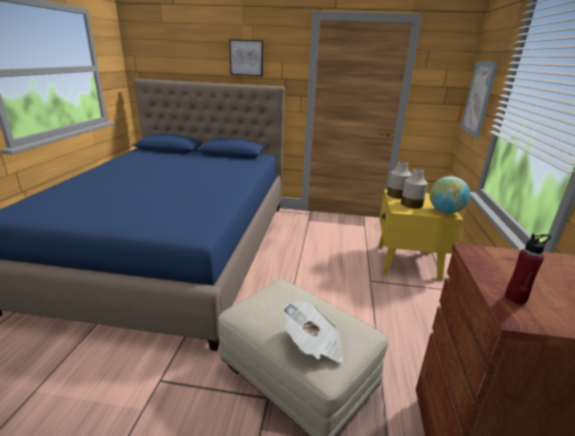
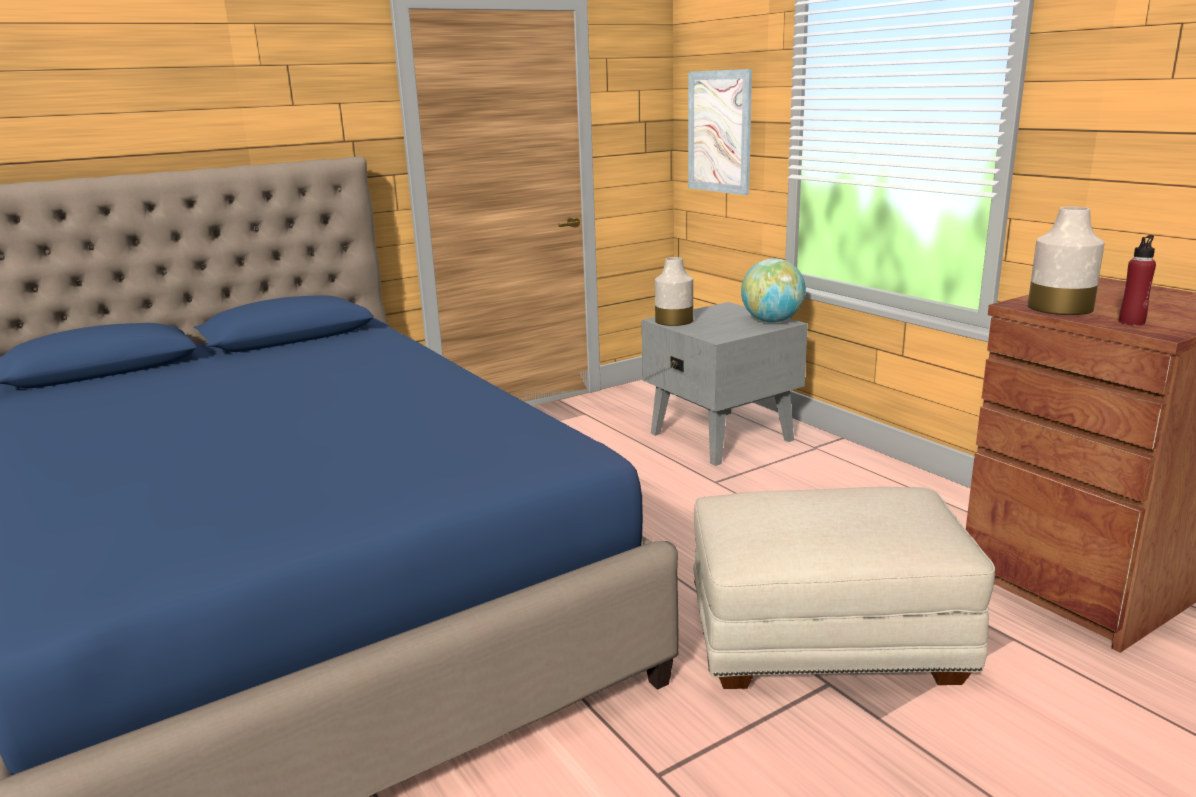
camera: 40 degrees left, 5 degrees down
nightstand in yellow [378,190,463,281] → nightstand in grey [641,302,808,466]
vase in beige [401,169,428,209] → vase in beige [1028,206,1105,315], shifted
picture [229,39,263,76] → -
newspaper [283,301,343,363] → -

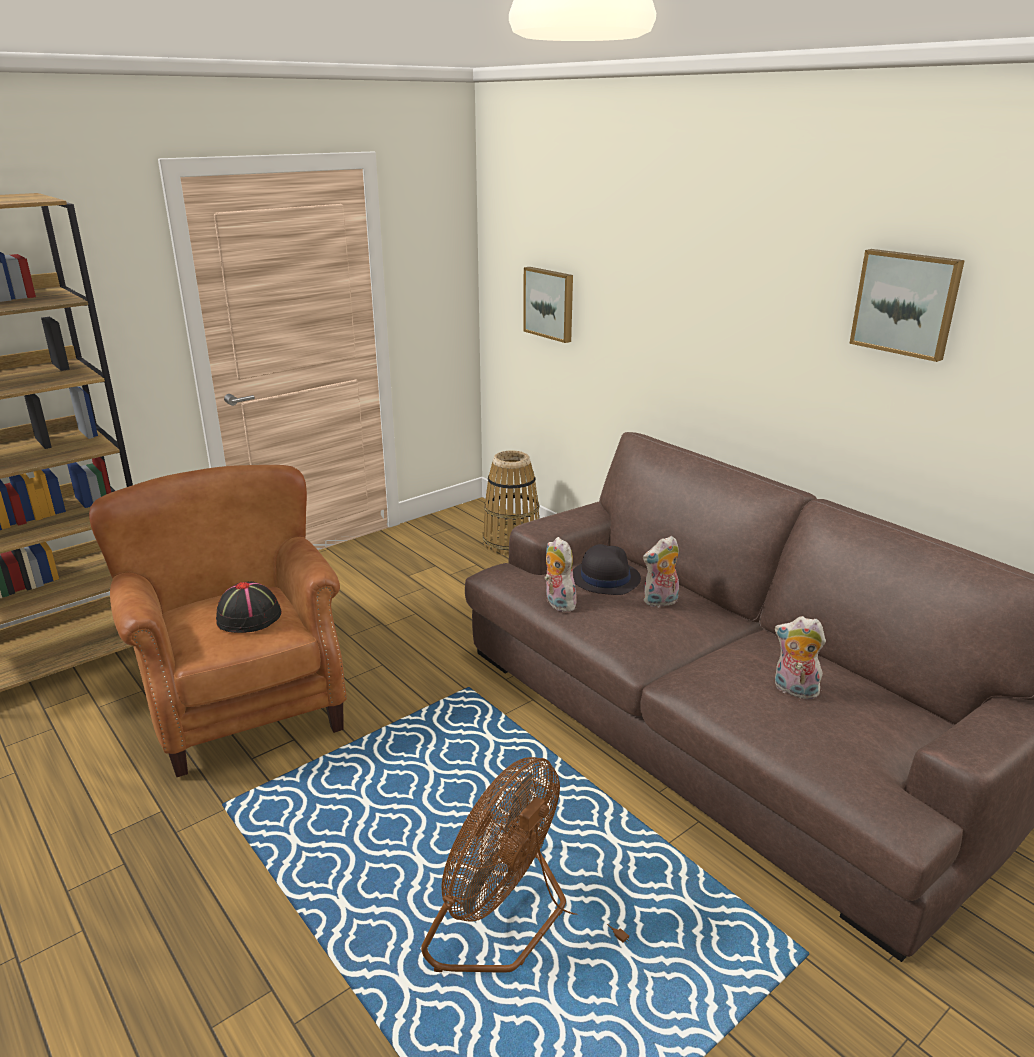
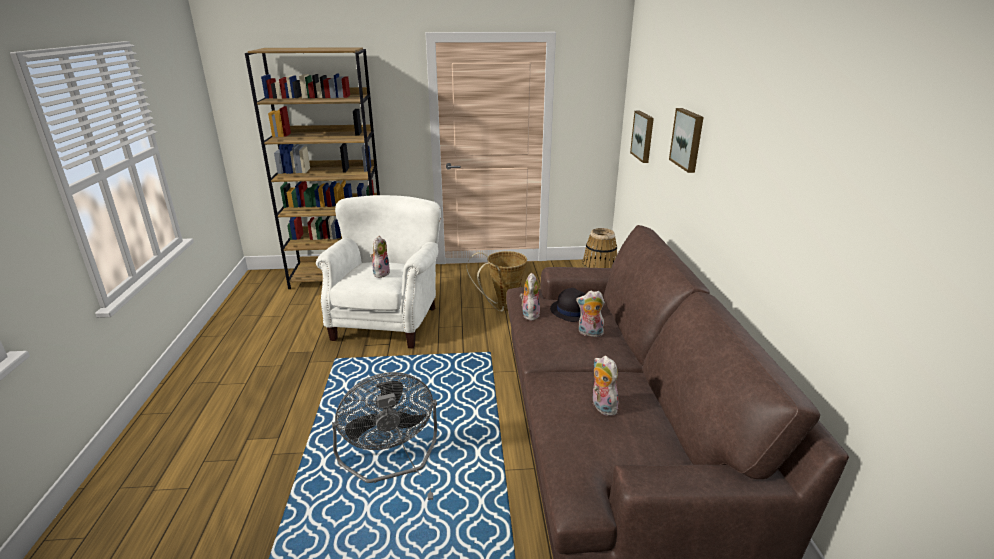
camera: 35 degrees right, 0 degrees up
armchair in brown [89,465,347,777] → armchair in white [316,195,441,348]
fan in brown [421,757,630,973] → fan in grey [332,372,437,502]
hat in black [216,581,281,633] → plush toy [370,236,390,278]
- → basket [466,251,527,311]
picture [849,249,965,362] → picture [669,108,703,173], shifted

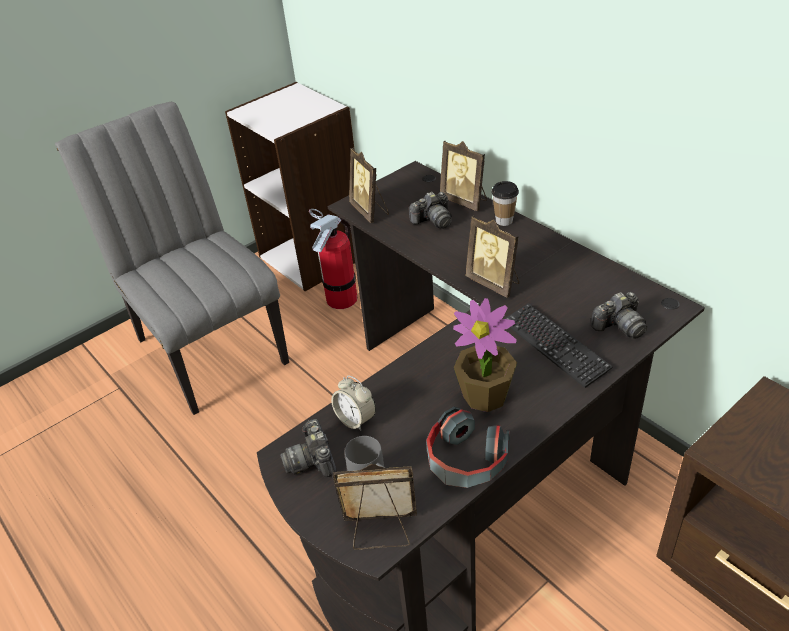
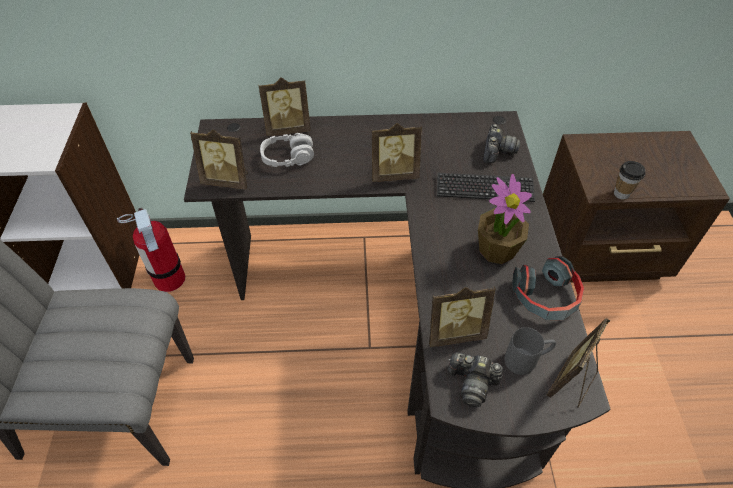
camera: 55 degrees left, 10 degrees up
photo camera [409,192,452,229] → headphones in grey [260,133,314,167]
alarm clock [331,375,376,431] → picture frame [429,286,496,347]
cup [491,181,519,226] → cup [614,161,646,200], shifted

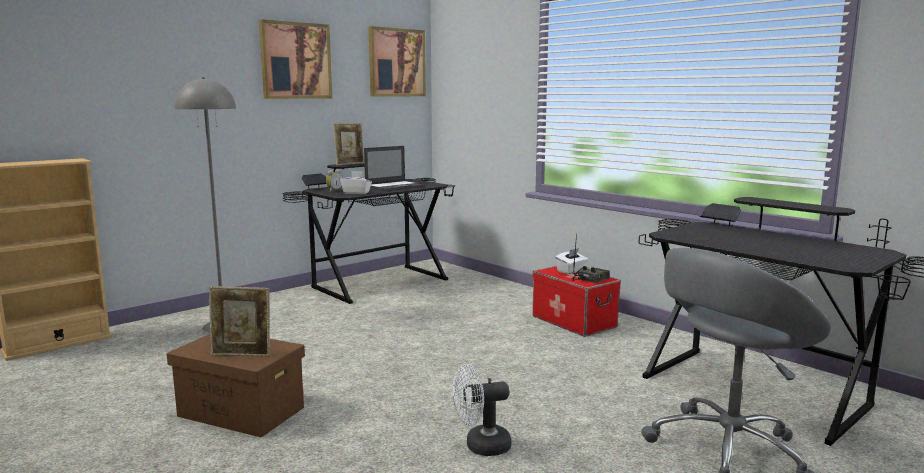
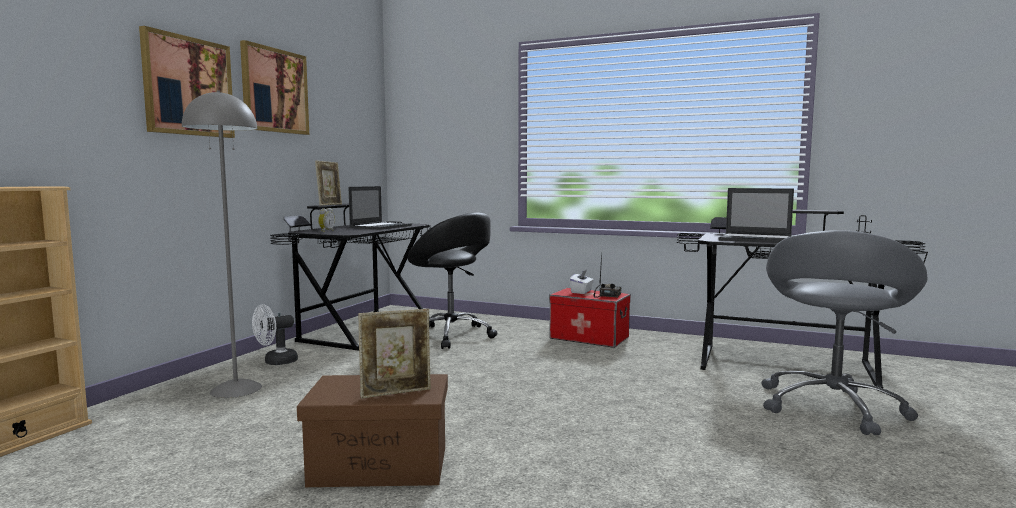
camera: 25 degrees left, 5 degrees down
picture [368,26,426,96] → picture [139,26,235,138], shifted
fan in white [452,364,511,456] → fan in white [252,304,298,365], shifted
- → office chair in black [408,212,498,349]
- → laptop [719,188,794,243]
tissue box in white [340,171,372,194] → -

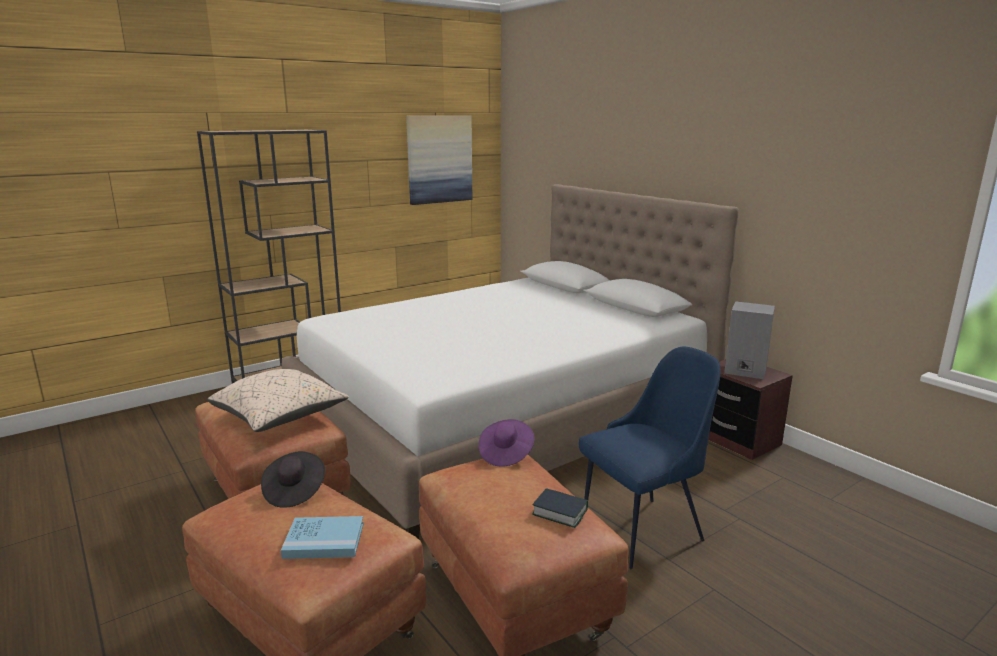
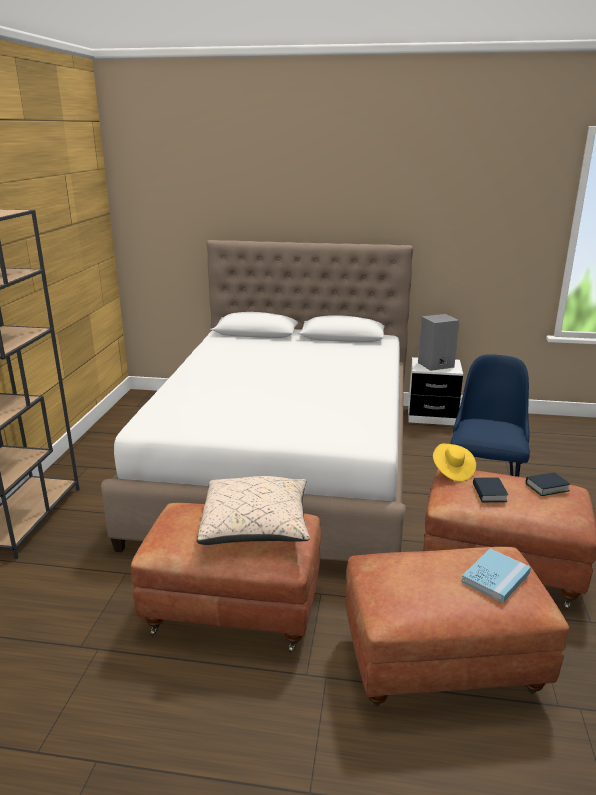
camera: 45 degrees left, 5 degrees up
nightstand in brown [708,359,793,460] → nightstand in white [408,357,463,425]
hat in purple [479,419,535,467] → hat in yellow [433,444,476,482]
- → book [473,477,508,502]
hat in black [261,451,325,508] → -
picture [406,115,472,205] → -

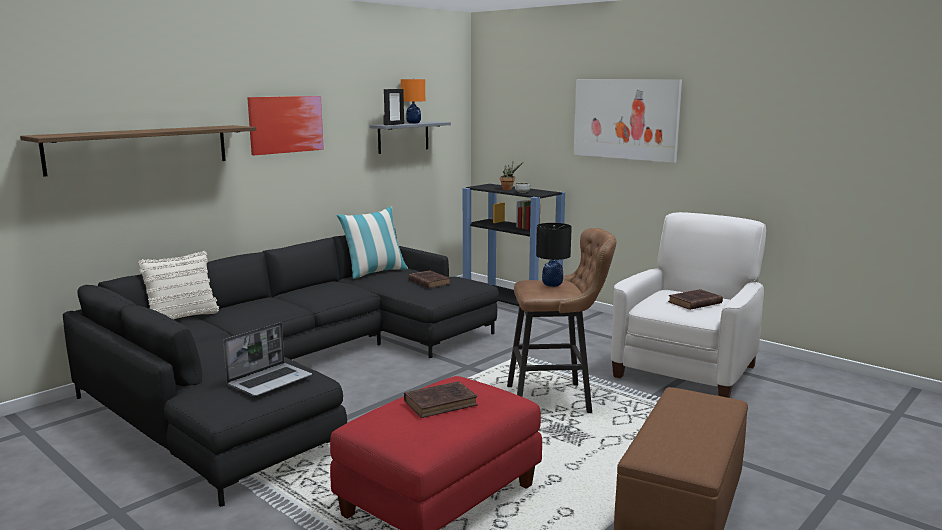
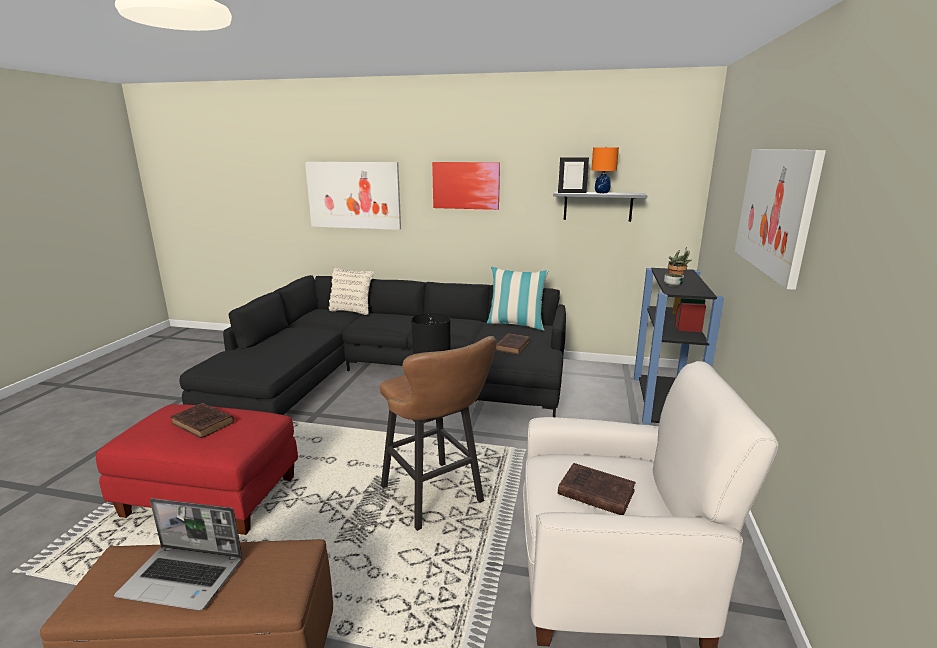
camera: 60 degrees right, 5 degrees up
laptop [223,322,312,396] → laptop [114,498,242,611], shifted
shelf [20,125,256,177] → picture [305,162,401,230]

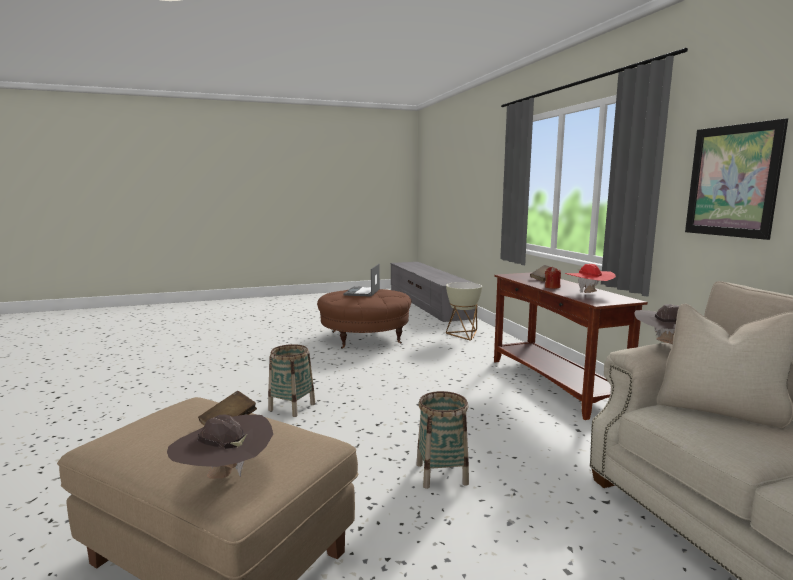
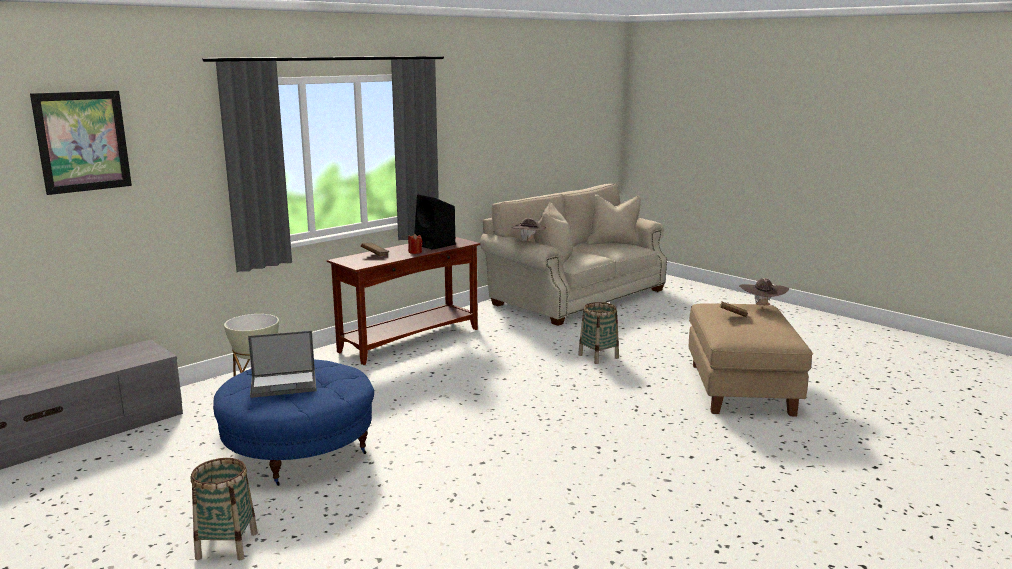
camera: 115 degrees left, 5 degrees up
picture [685,118,788,240] → picture [30,90,132,195], shifted
basket [268,344,315,417] → basket [191,458,258,560], shifted
ottoman in brown [317,289,412,349] → ottoman in blue [213,360,374,486]
hat in red [565,264,616,293] → speaker in black [414,195,455,250]

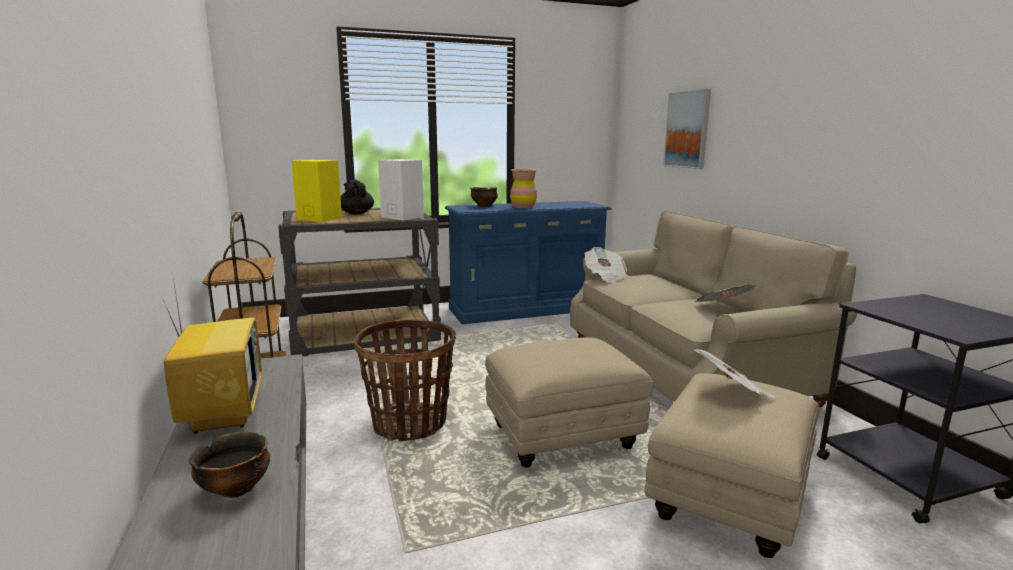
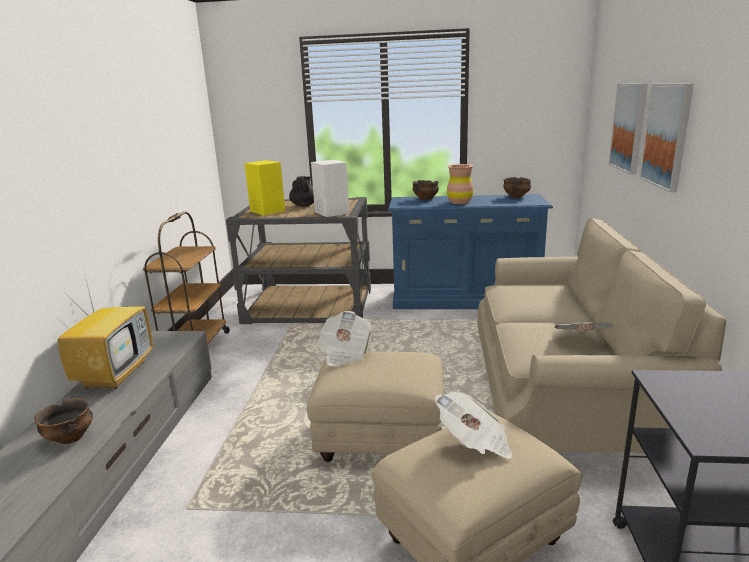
camera: 25 degrees right, 5 degrees up
newspaper [585,247,628,282] → newspaper [318,311,373,366], shifted
- → bowl [503,177,531,198]
- → picture [639,84,694,192]
basket [354,320,456,441] → -

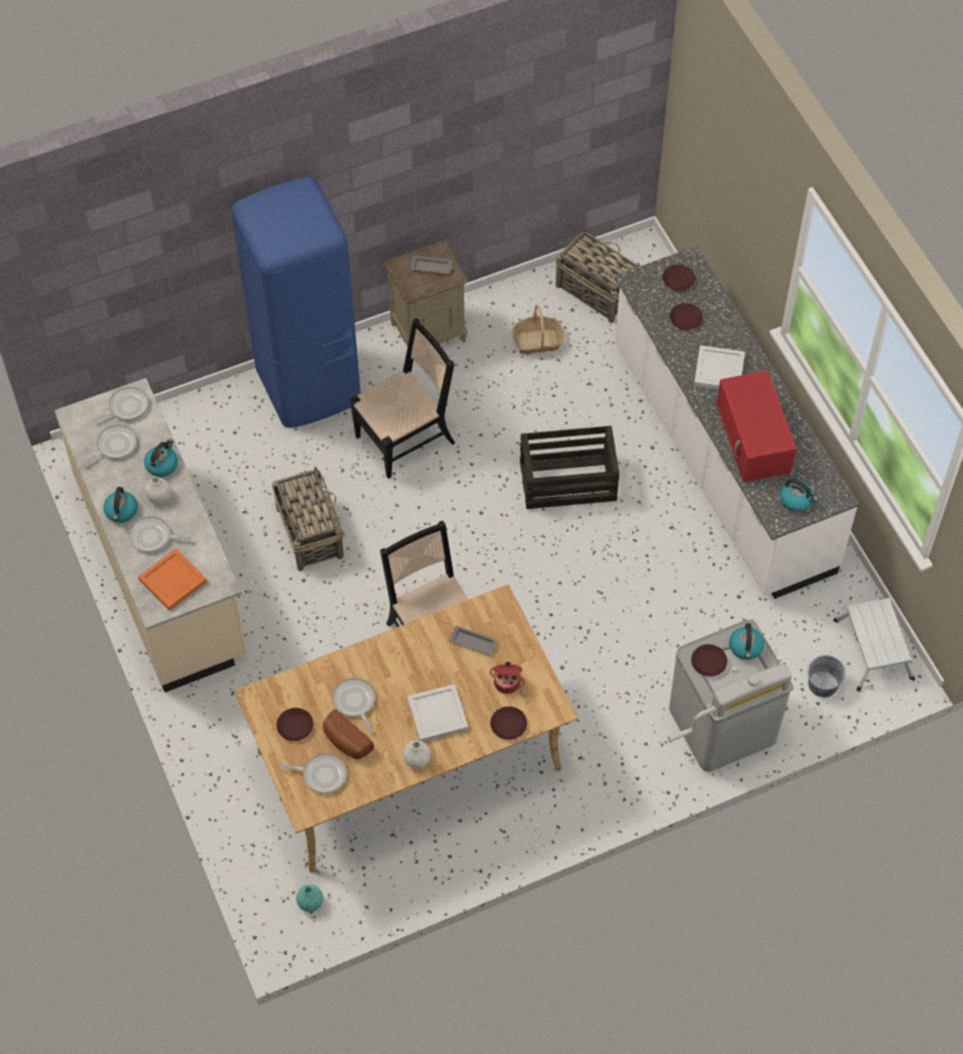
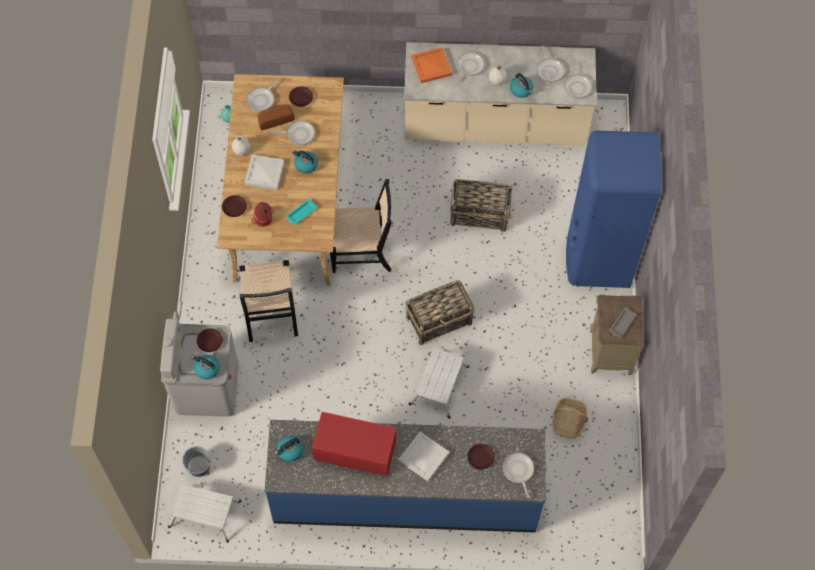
camera: 115 degrees right, 5 degrees up
chair [350,318,455,479] → chair [239,260,298,342], shifted
counter in white [615,246,859,599] → counter in blue [264,420,546,533]
tray in grey [449,625,497,656] → tray in turquoise [286,199,318,225]
kettle [103,487,138,523] → kettle [292,150,318,174], shifted
basket [555,227,640,323] → basket [406,280,475,345], shifted
crate [520,426,619,509] → step ladder in white [409,348,469,419]
plate in brown [663,265,695,291] → frying pan [503,453,534,498]

